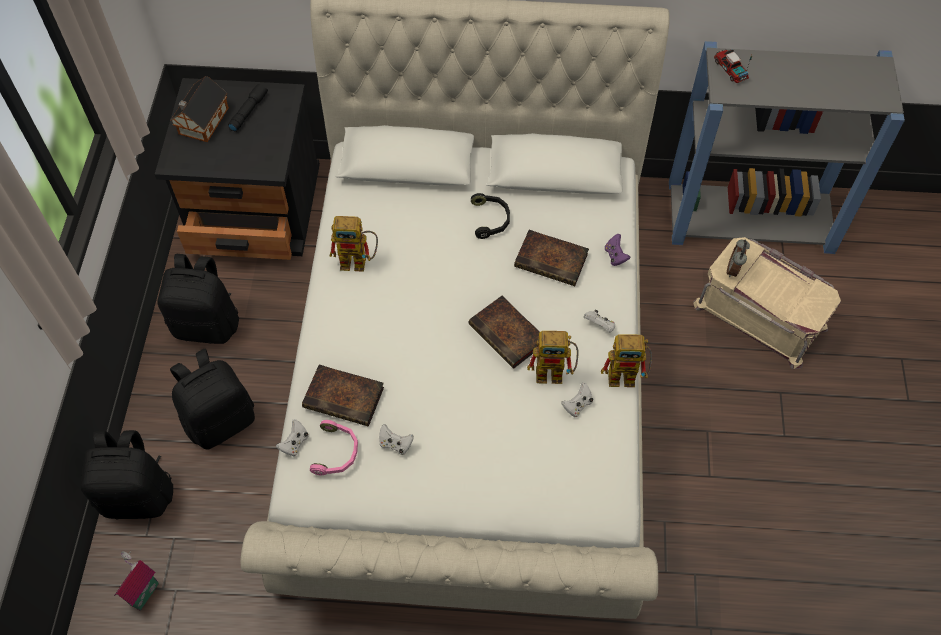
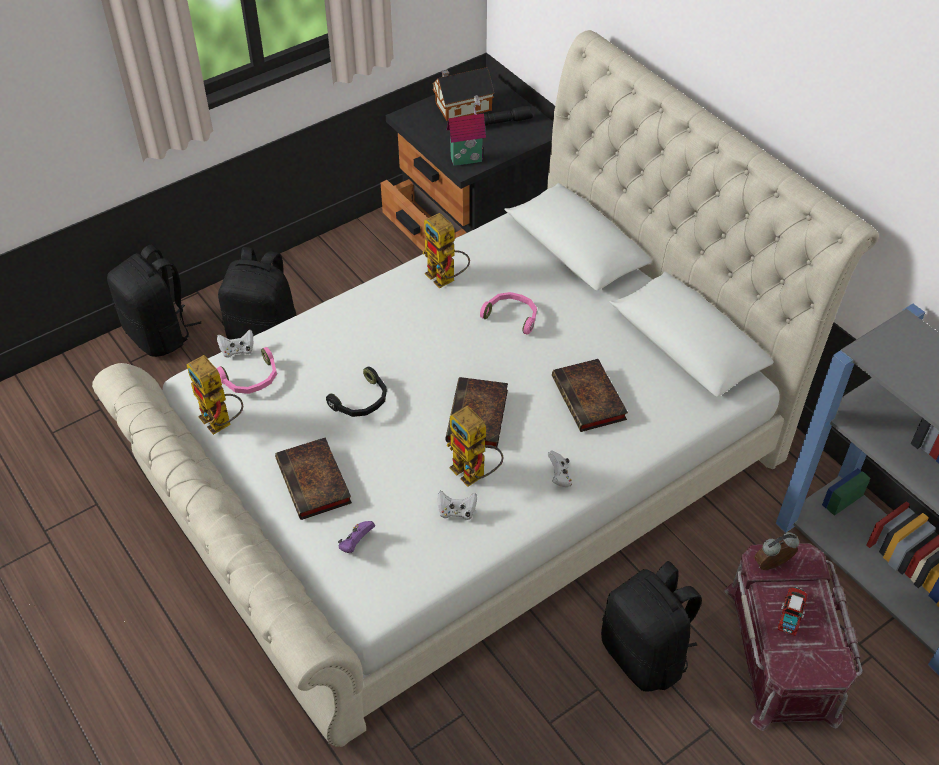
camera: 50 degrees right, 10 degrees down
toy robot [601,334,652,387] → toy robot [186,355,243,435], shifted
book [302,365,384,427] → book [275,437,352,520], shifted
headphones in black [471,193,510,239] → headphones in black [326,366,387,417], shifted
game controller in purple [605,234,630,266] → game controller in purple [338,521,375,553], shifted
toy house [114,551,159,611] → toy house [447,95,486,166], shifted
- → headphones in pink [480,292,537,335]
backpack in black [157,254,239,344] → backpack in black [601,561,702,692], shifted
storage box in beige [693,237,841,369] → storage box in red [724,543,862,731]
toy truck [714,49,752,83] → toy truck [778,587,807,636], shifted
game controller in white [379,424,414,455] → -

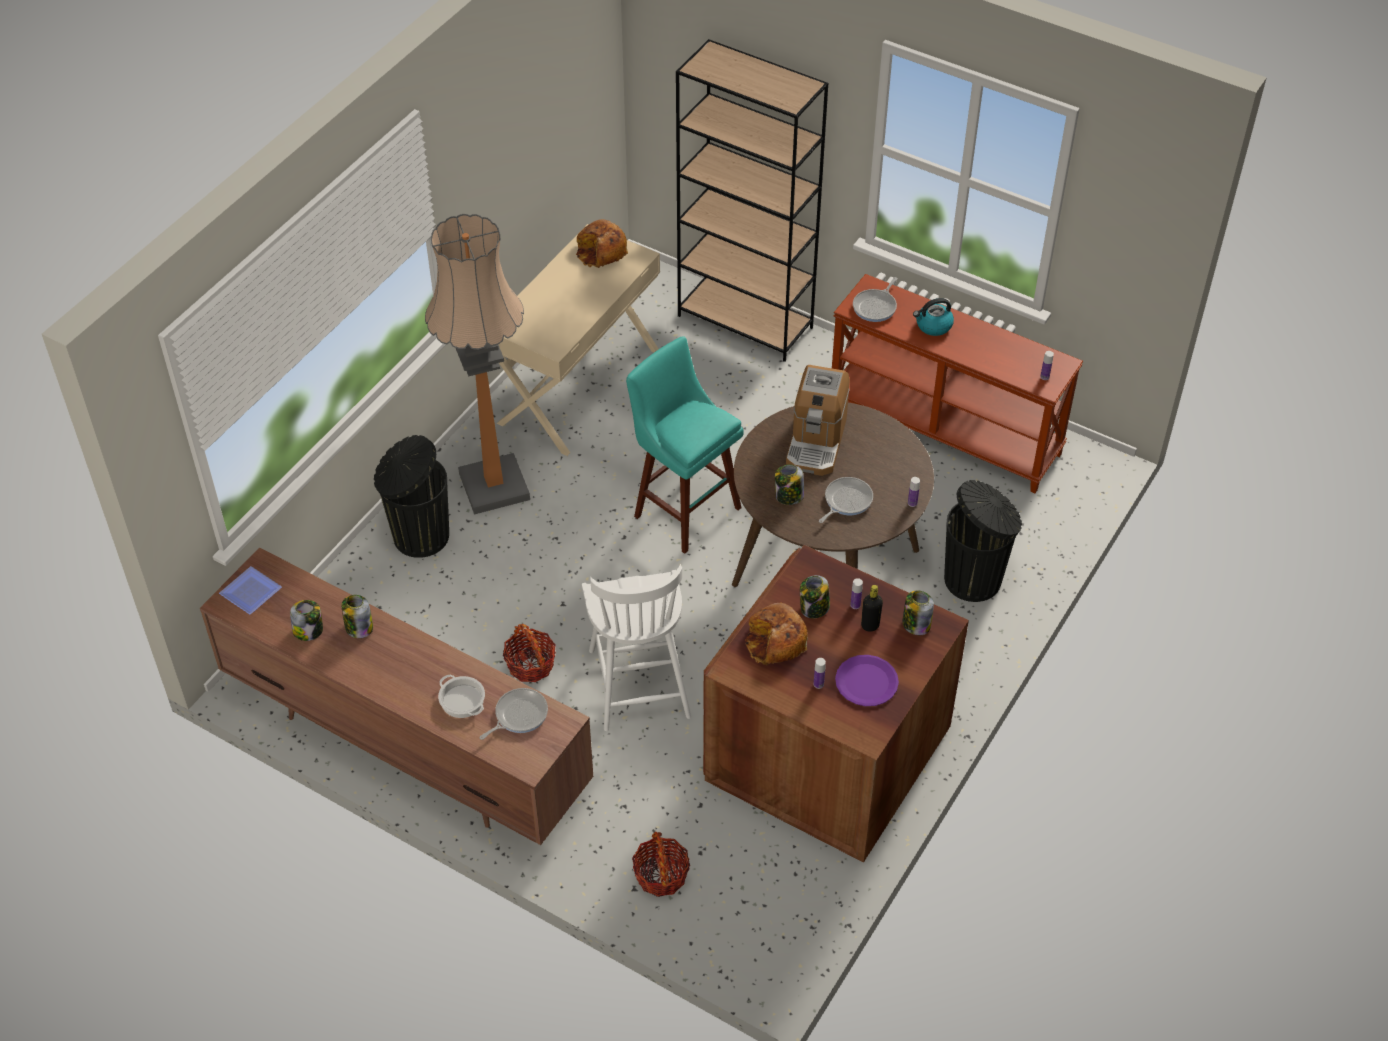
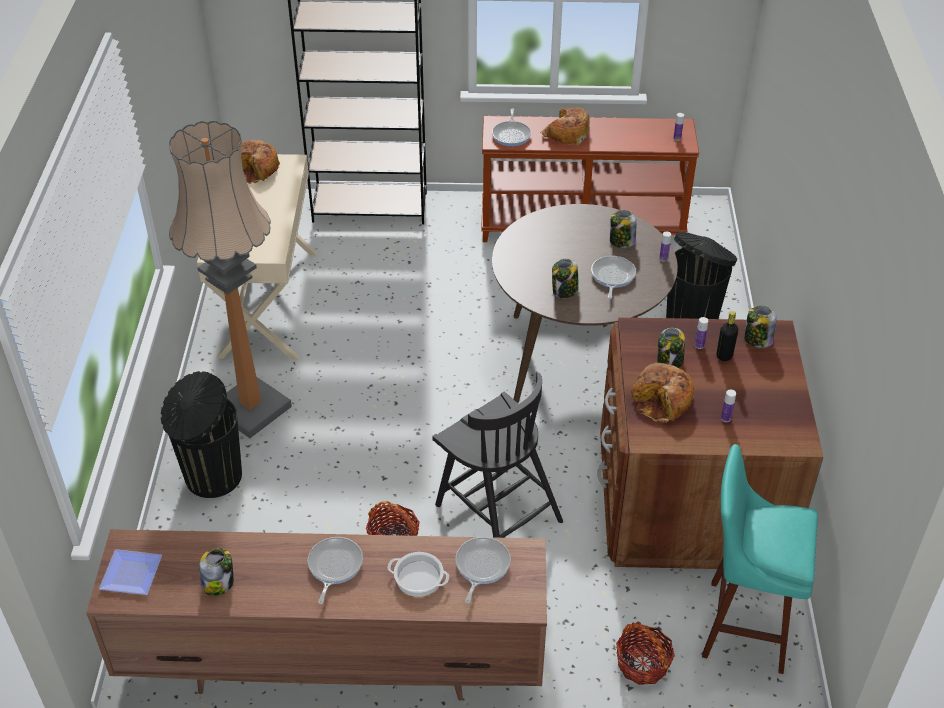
camera: 30 degrees left, 5 degrees down
- → frying pan [308,537,363,604]
chair in white [582,564,691,731] → chair in black [433,371,563,538]
kettle [913,298,954,336] → bread [541,107,590,145]
jar [341,595,373,638] → jar [610,210,637,248], shifted
stool in turquoise [626,336,744,554] → stool in turquoise [702,444,818,674], shifted
coffee machine [786,365,850,476] → -
plate in purple [835,655,899,706] → -

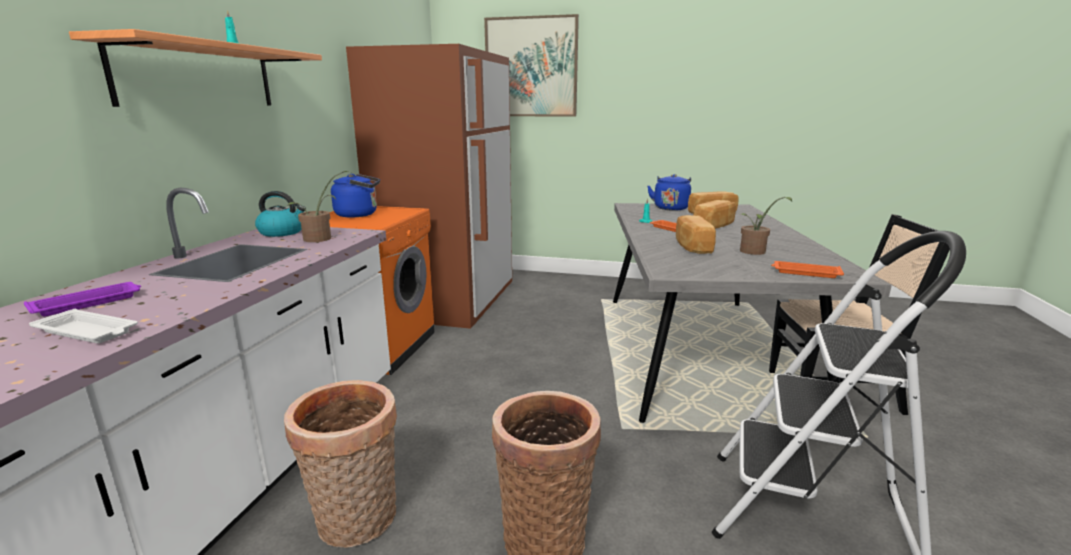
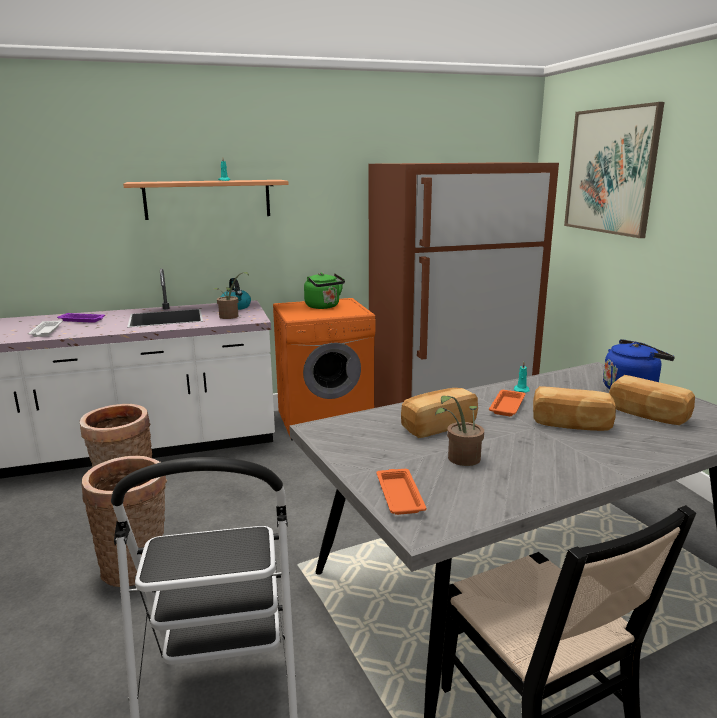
camera: 60 degrees right, 0 degrees up
kettle in blue [331,174,380,218] → kettle in green [304,273,345,309]

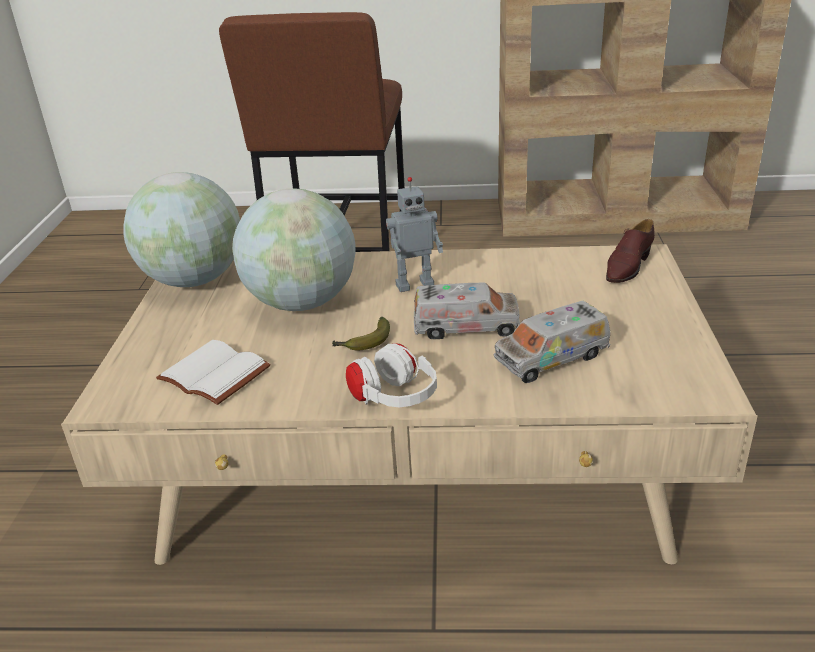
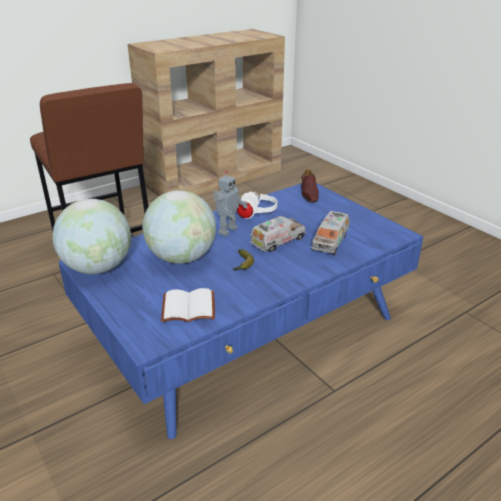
camera: 40 degrees left, 0 degrees up
coffee table in beige [61,244,758,565] → coffee table in blue [58,183,424,439]
headphones in white [346,343,437,408] → headphones in white [237,192,277,219], shifted

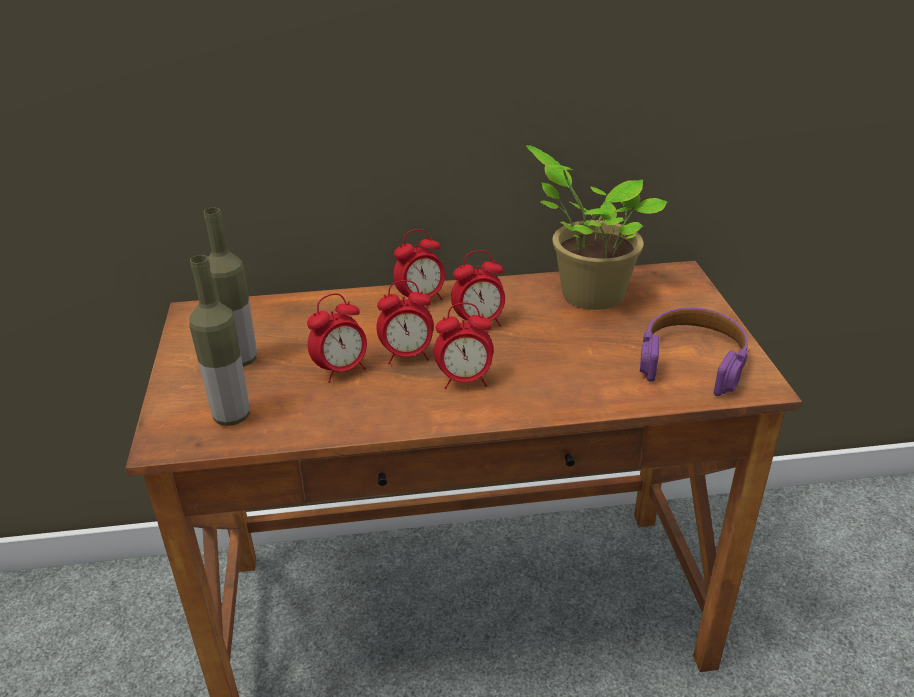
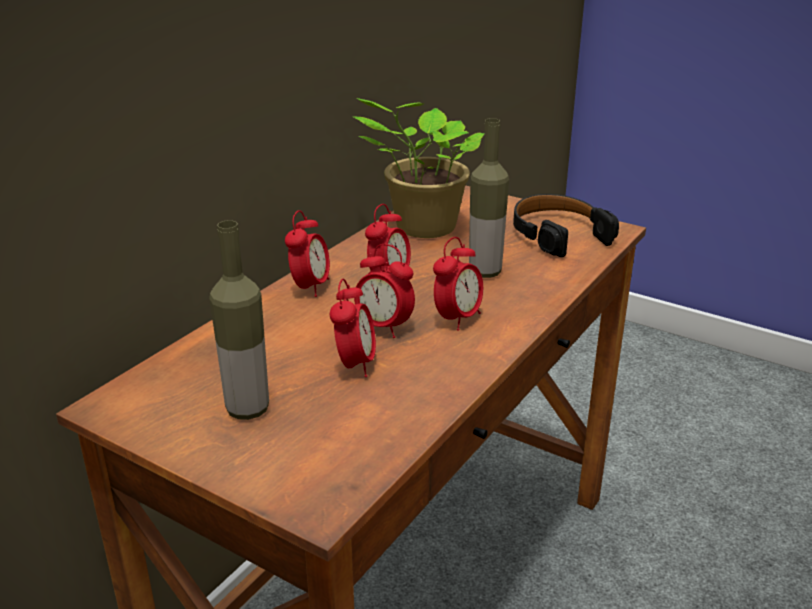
camera: 50 degrees left, 5 degrees down
alarm clock [376,280,434,364] → alarm clock [354,244,415,338], 90 degrees clockwise
bottle [189,255,250,426] → bottle [469,118,509,278], shifted
headphones in purple [640,307,749,396] → headphones in black [513,194,619,257]

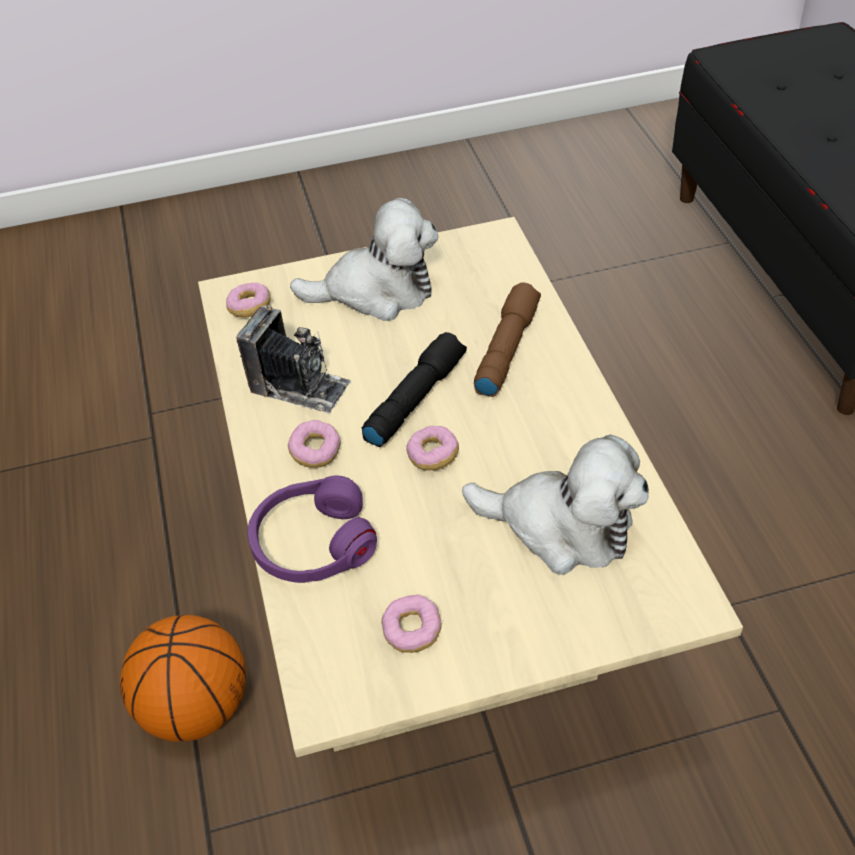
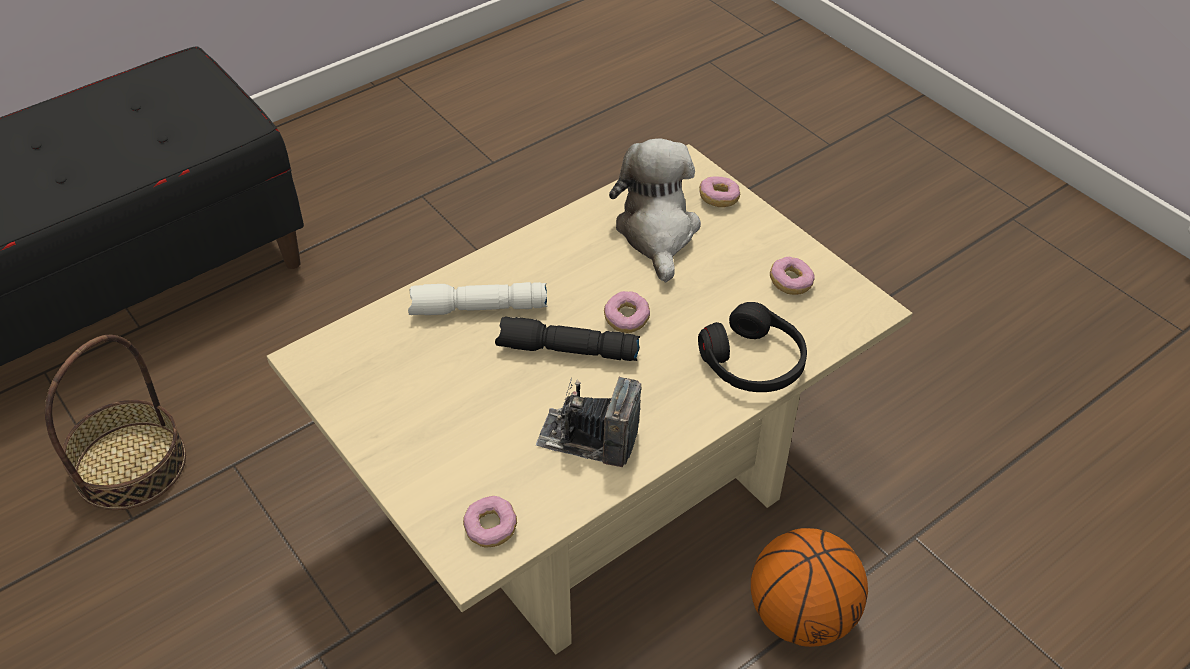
camera: 115 degrees left, 0 degrees up
- → basket [45,335,186,510]
flashlight in brown [474,283,541,397] → flashlight in white [408,282,548,315]
photo camera [236,305,351,414] → photo camera [536,377,642,467], 75 degrees counterclockwise
headphones in purple [248,476,377,583] → headphones in black [698,302,807,392]
donut [288,420,341,468] → donut [699,176,740,207], shifted
plush toy [290,198,438,321] → -

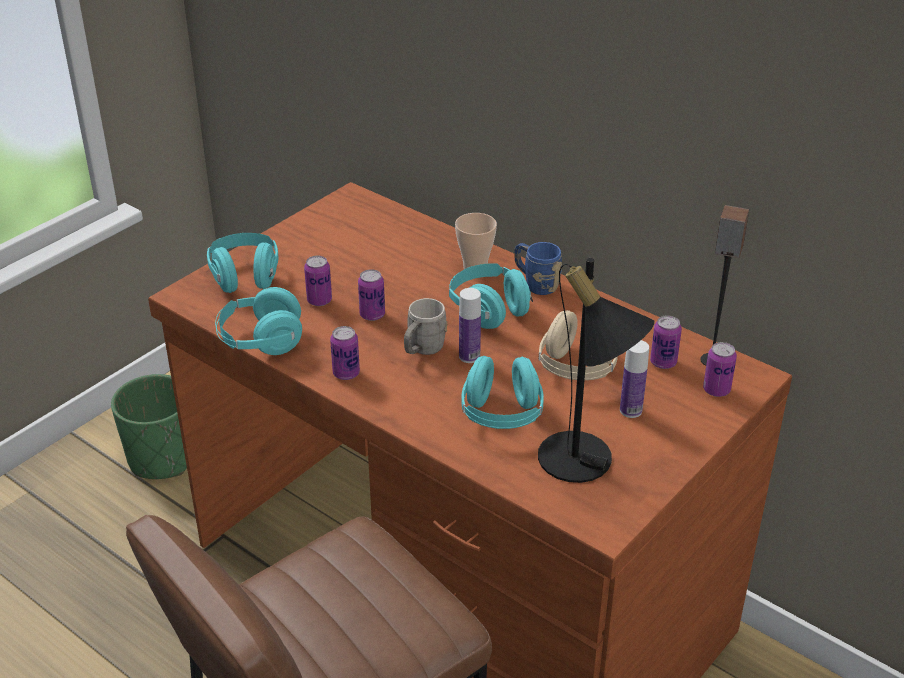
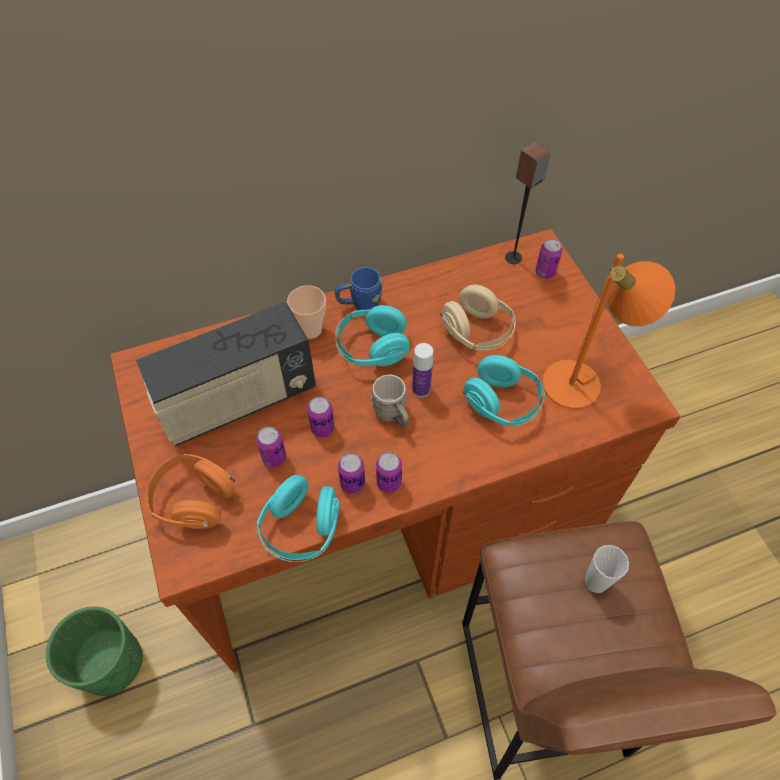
camera: 60 degrees left, 20 degrees up
- → radio [136,302,316,446]
headphones in turquoise [207,233,279,293] → headphones in orange [145,454,235,529]
can [650,315,682,369] → can [338,453,365,494], shifted
table lamp in black [538,258,654,483] → table lamp in orange [542,254,675,409]
- → cup [585,545,629,593]
bottle [620,340,649,418] → -

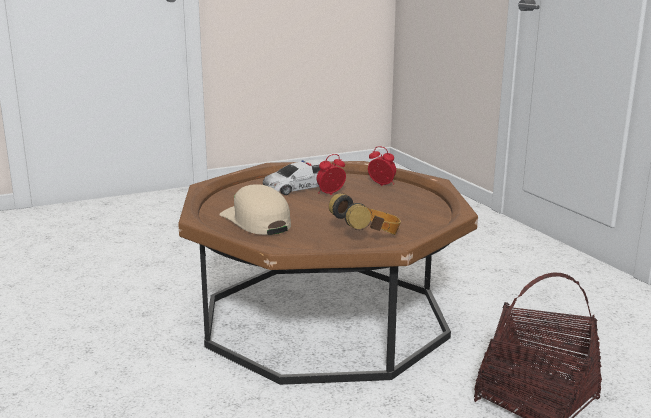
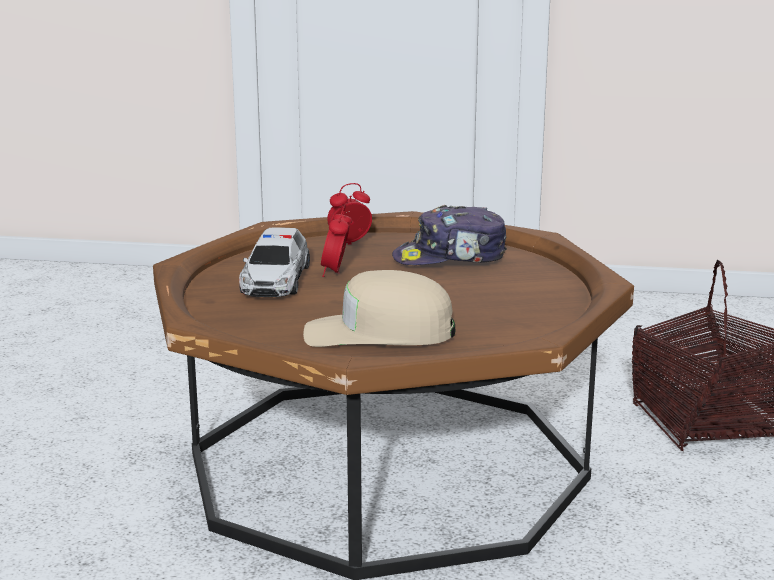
camera: 55 degrees left, 0 degrees up
- → cap [392,205,507,265]
headphones [329,193,401,235] → -

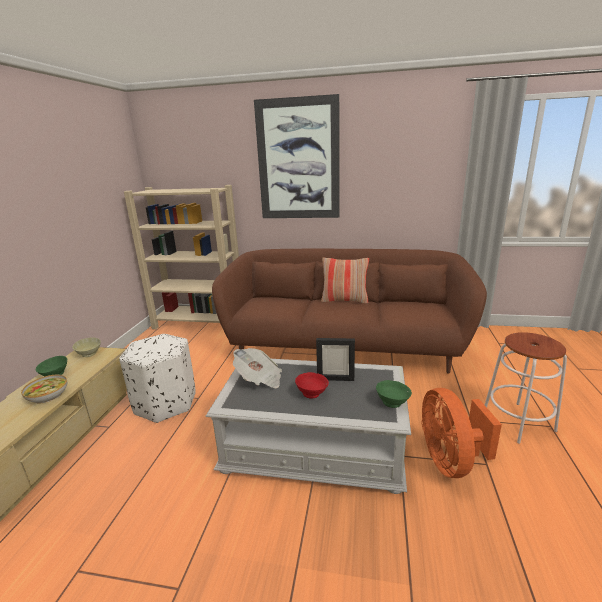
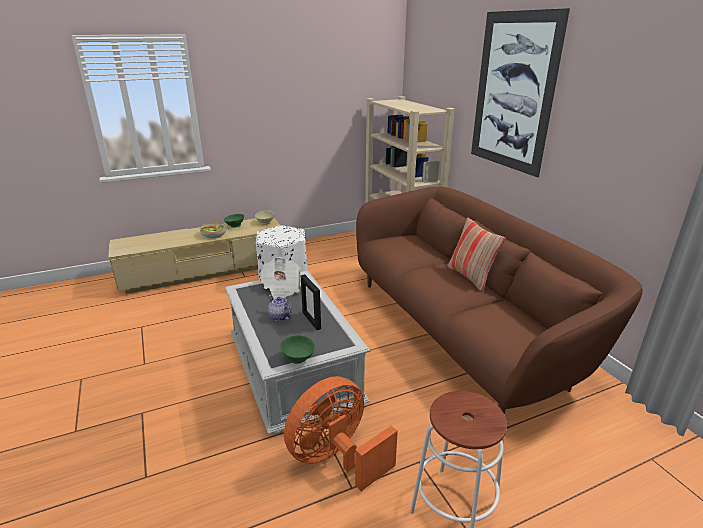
camera: 55 degrees right, 5 degrees up
bowl in red [295,372,329,398] → teapot [268,295,292,321]

